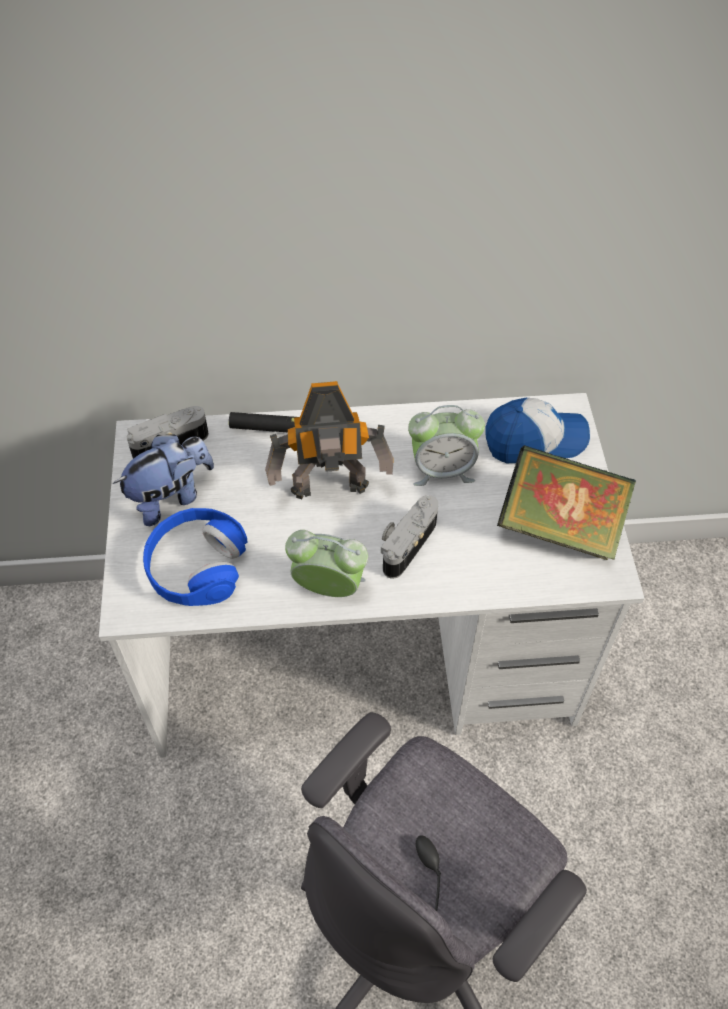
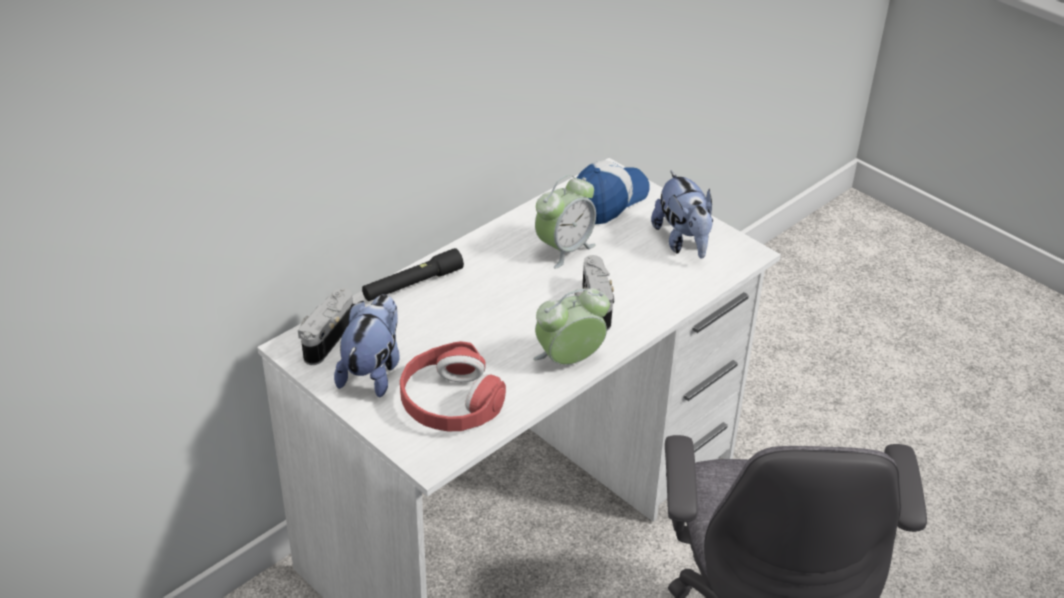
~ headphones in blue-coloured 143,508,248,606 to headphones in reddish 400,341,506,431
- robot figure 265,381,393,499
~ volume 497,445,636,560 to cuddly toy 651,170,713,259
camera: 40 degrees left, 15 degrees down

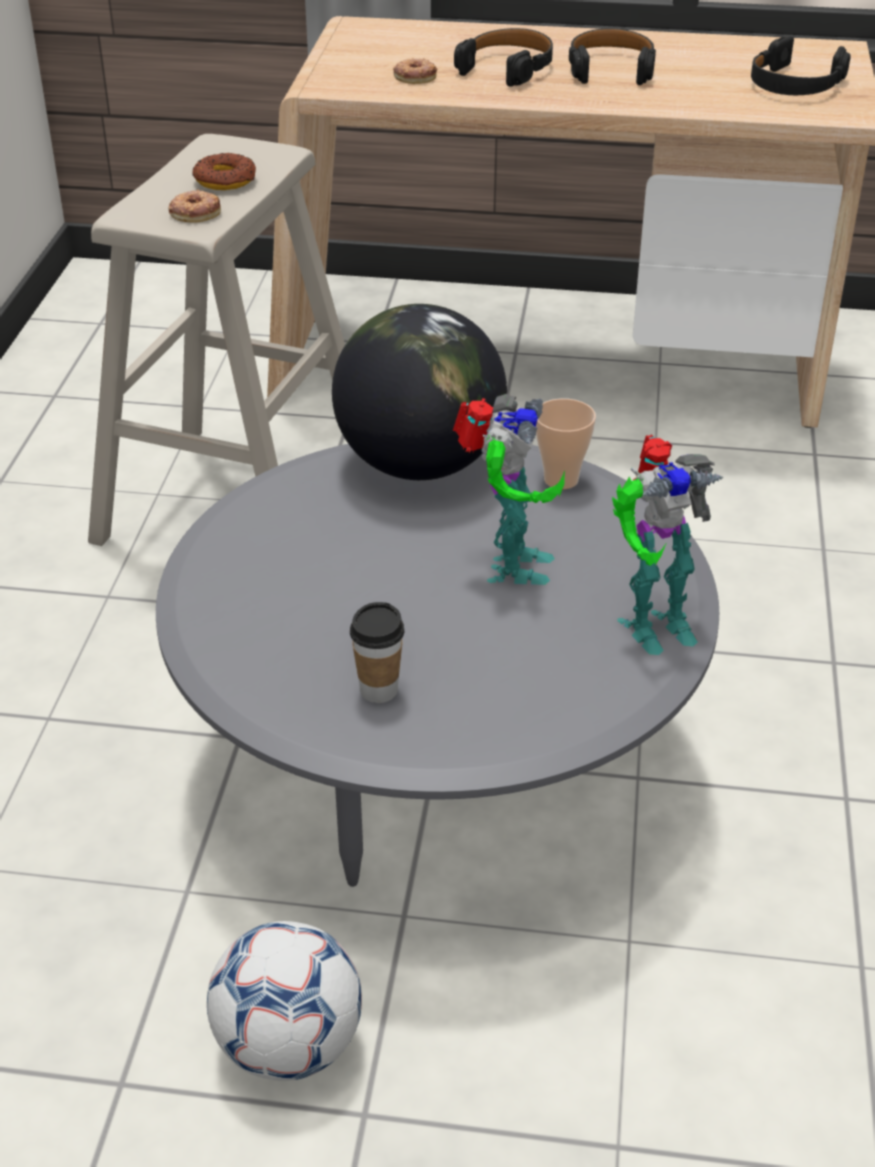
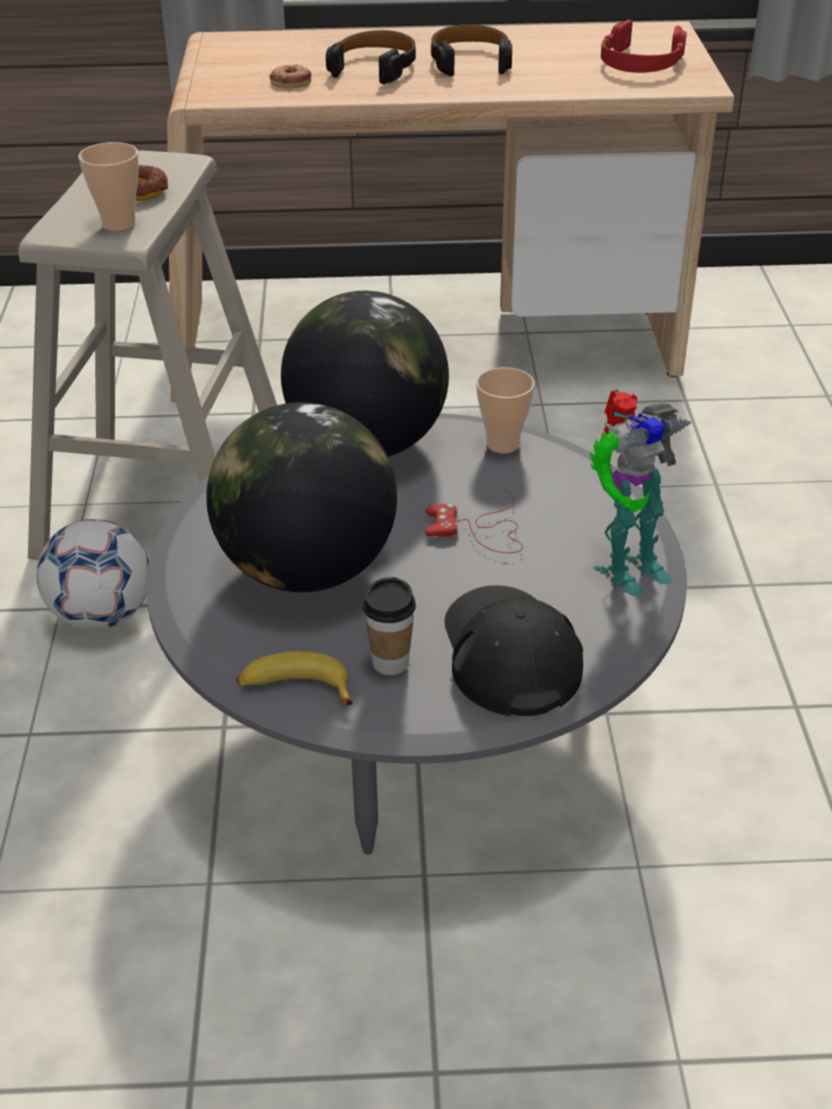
~ donut 169,189,221,223 to cup 78,142,139,231
~ football ball 207,921,362,1081 to 37,519,149,630
~ robot figure 453,394,565,585 to gamepad in reddish 425,489,523,553
~ headphones in black 751,36,851,95 to headphones in reddish 601,20,687,73
+ world globe 206,402,397,592
+ whole banana 236,651,353,705
+ peaked cap in black 445,585,583,716
camera: 10 degrees left, 0 degrees up

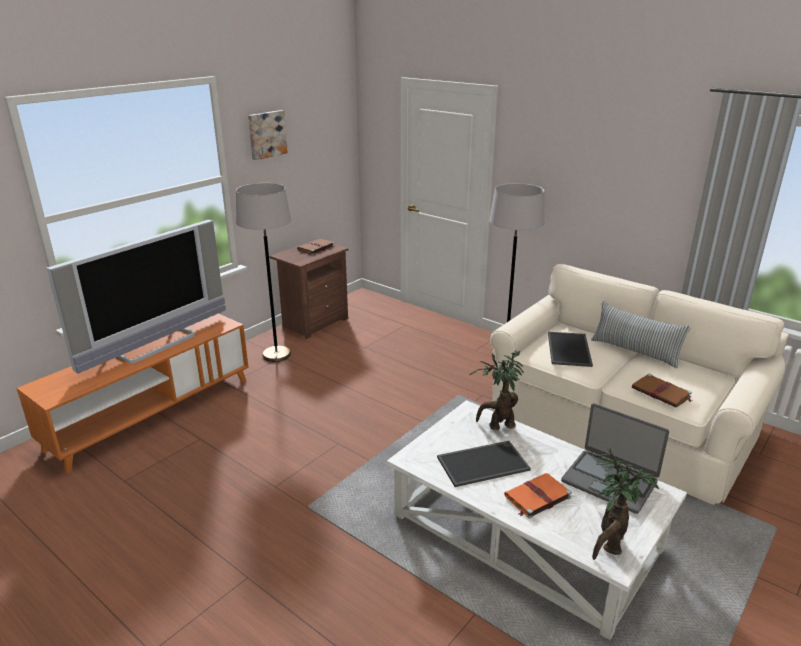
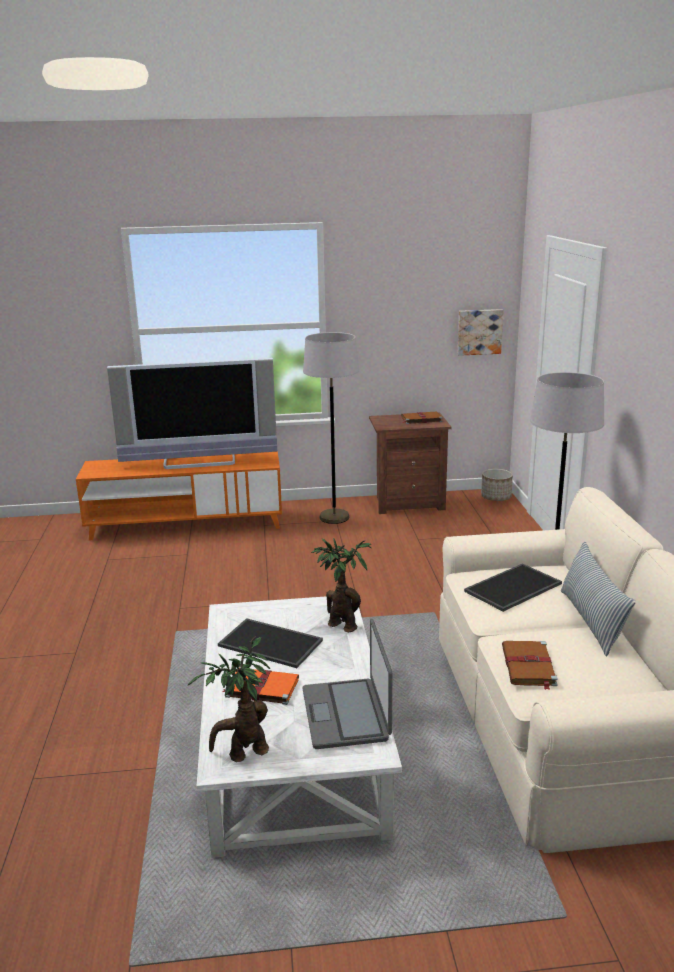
~ wall art 248,110,288,160 to 458,309,504,356
+ flower pot 481,469,513,501
camera: 45 degrees right, 5 degrees down

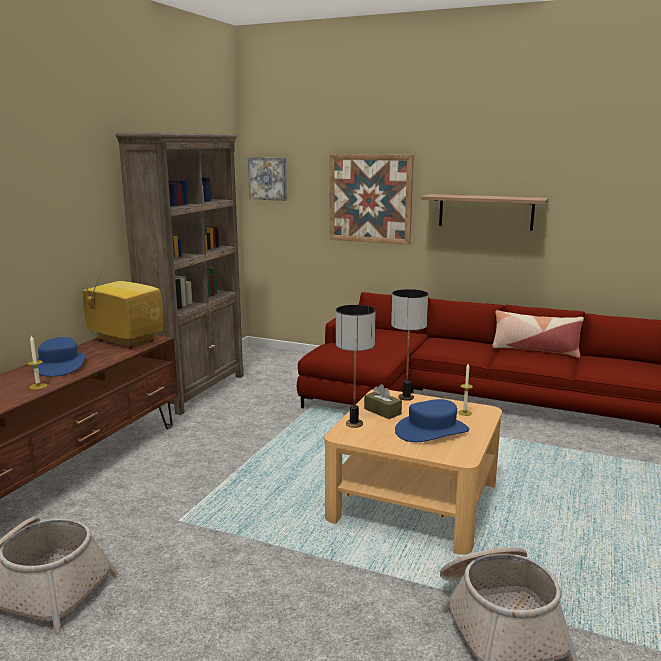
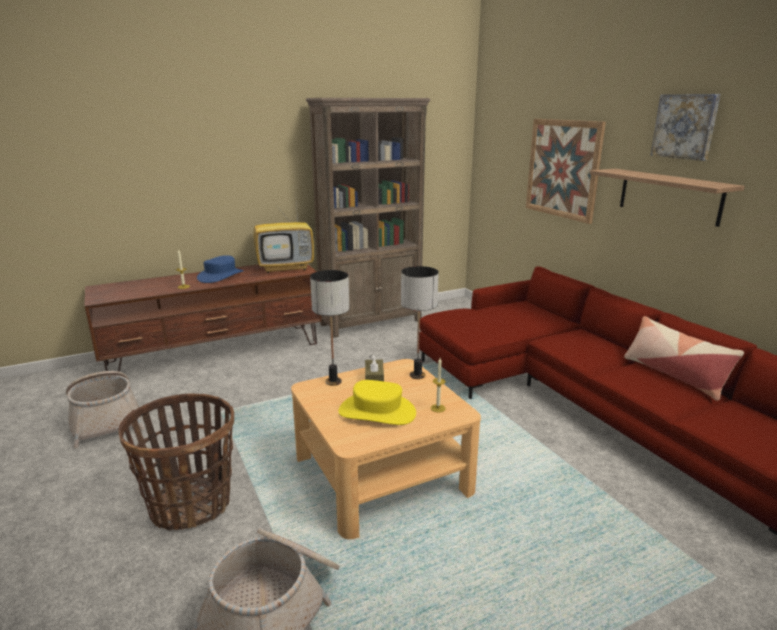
~ television 83,252,164,349 = 254,201,314,273 90 degrees clockwise
~ wall art 248,157,287,201 to 650,94,721,161
~ wearable hat in blue-coloured 395,399,469,442 to wearable hat in yellowish 338,380,416,425
+ basket 119,393,234,531
camera: 40 degrees right, 5 degrees up

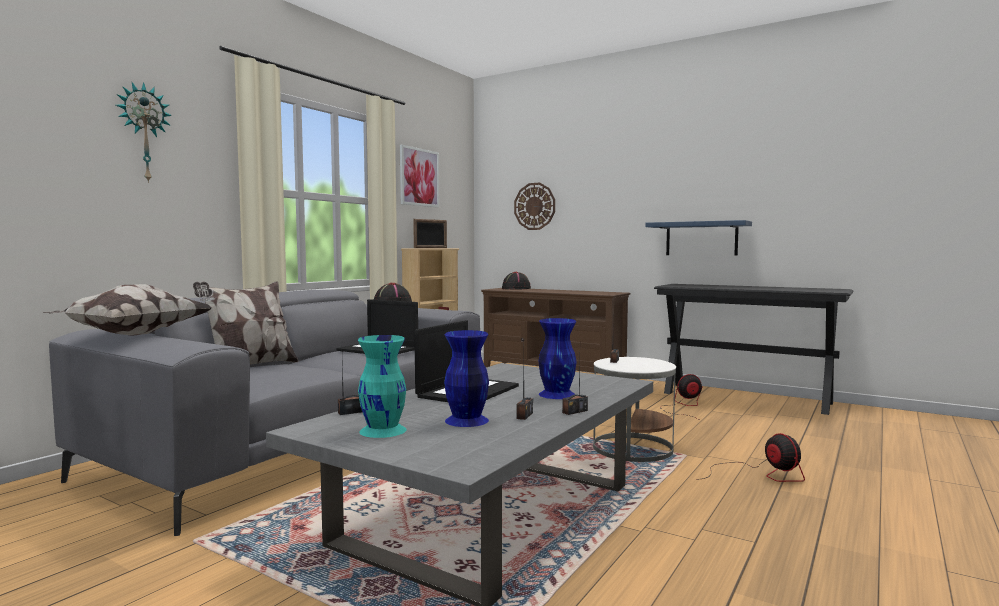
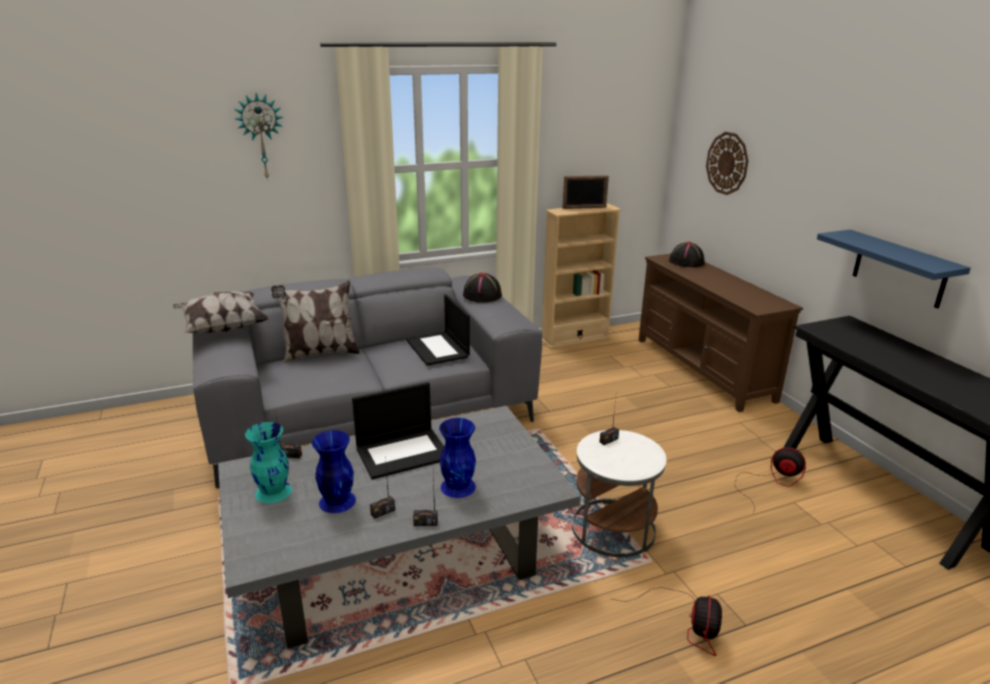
- wall art 400,145,439,208
camera: 35 degrees right, 20 degrees up

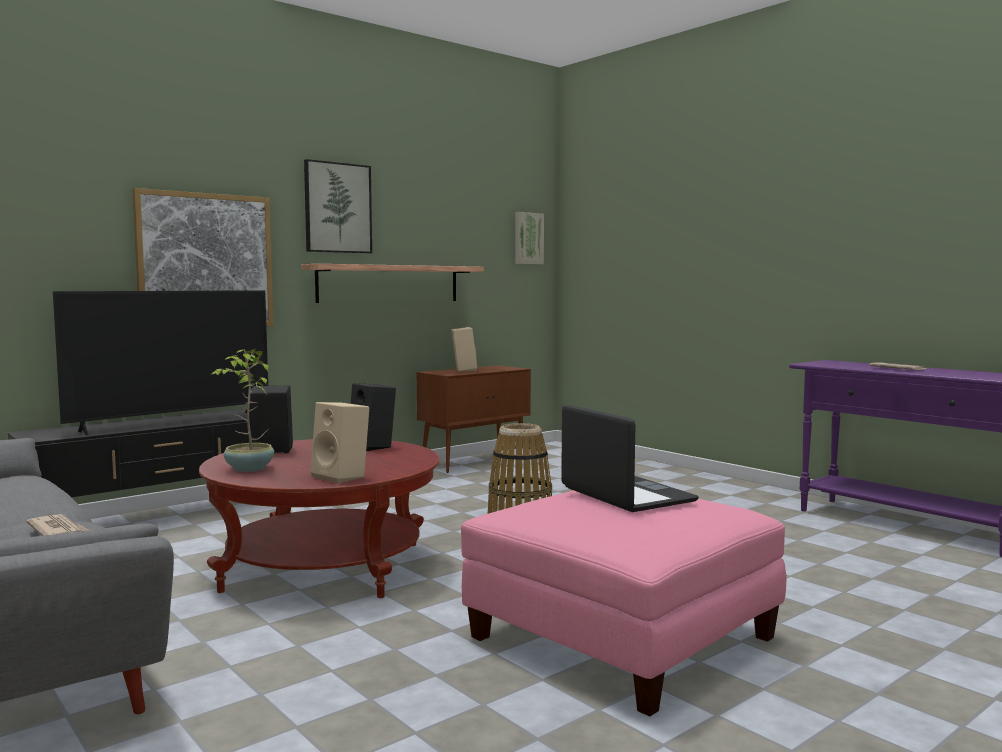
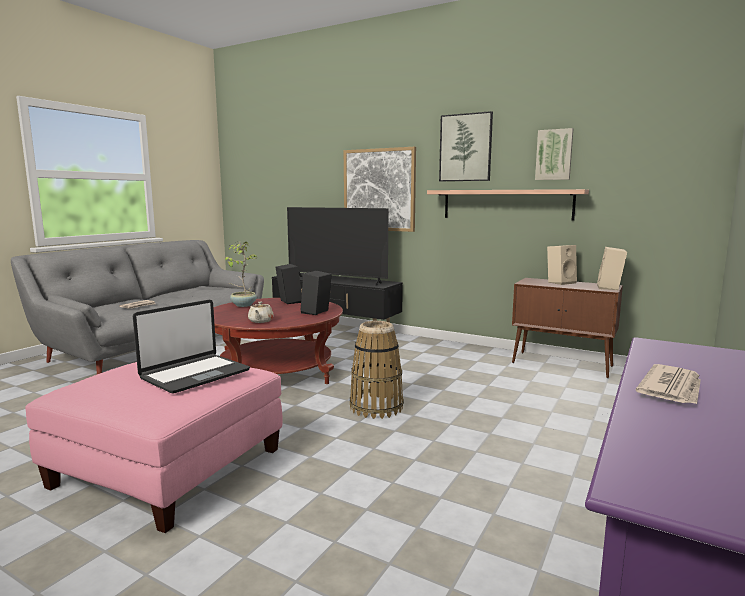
~ loudspeaker in beige 311,402,369,483 to 597,247,627,290
~ wall art 515,212,544,264 to 535,128,573,180
+ teapot in beige 248,302,274,323
camera: 70 degrees right, 5 degrees up

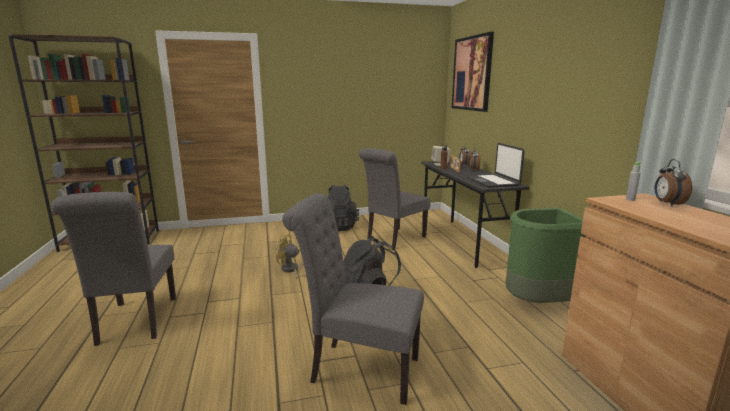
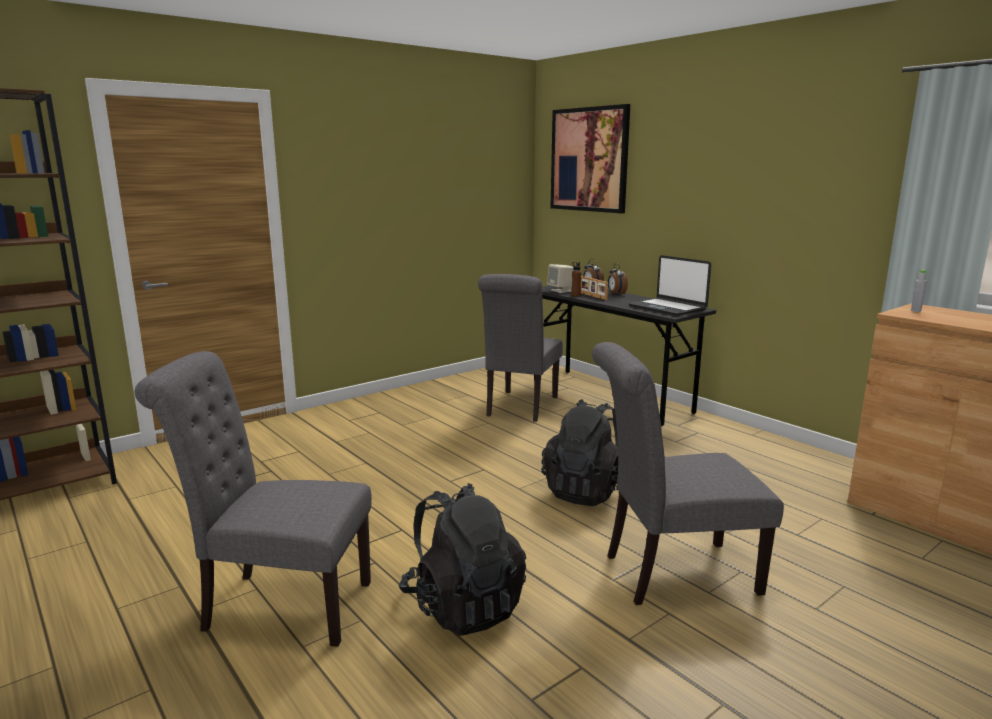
~ upright chair in greyish 51,192,176,346 = 134,351,372,647 135 degrees clockwise
- fan in yellowish 276,234,304,278
~ rucksack in black 328,185,359,231 to 399,483,526,636
- waste bin in green-coloured 505,208,585,303
- table clock 655,159,692,206
camera: 25 degrees left, 0 degrees up

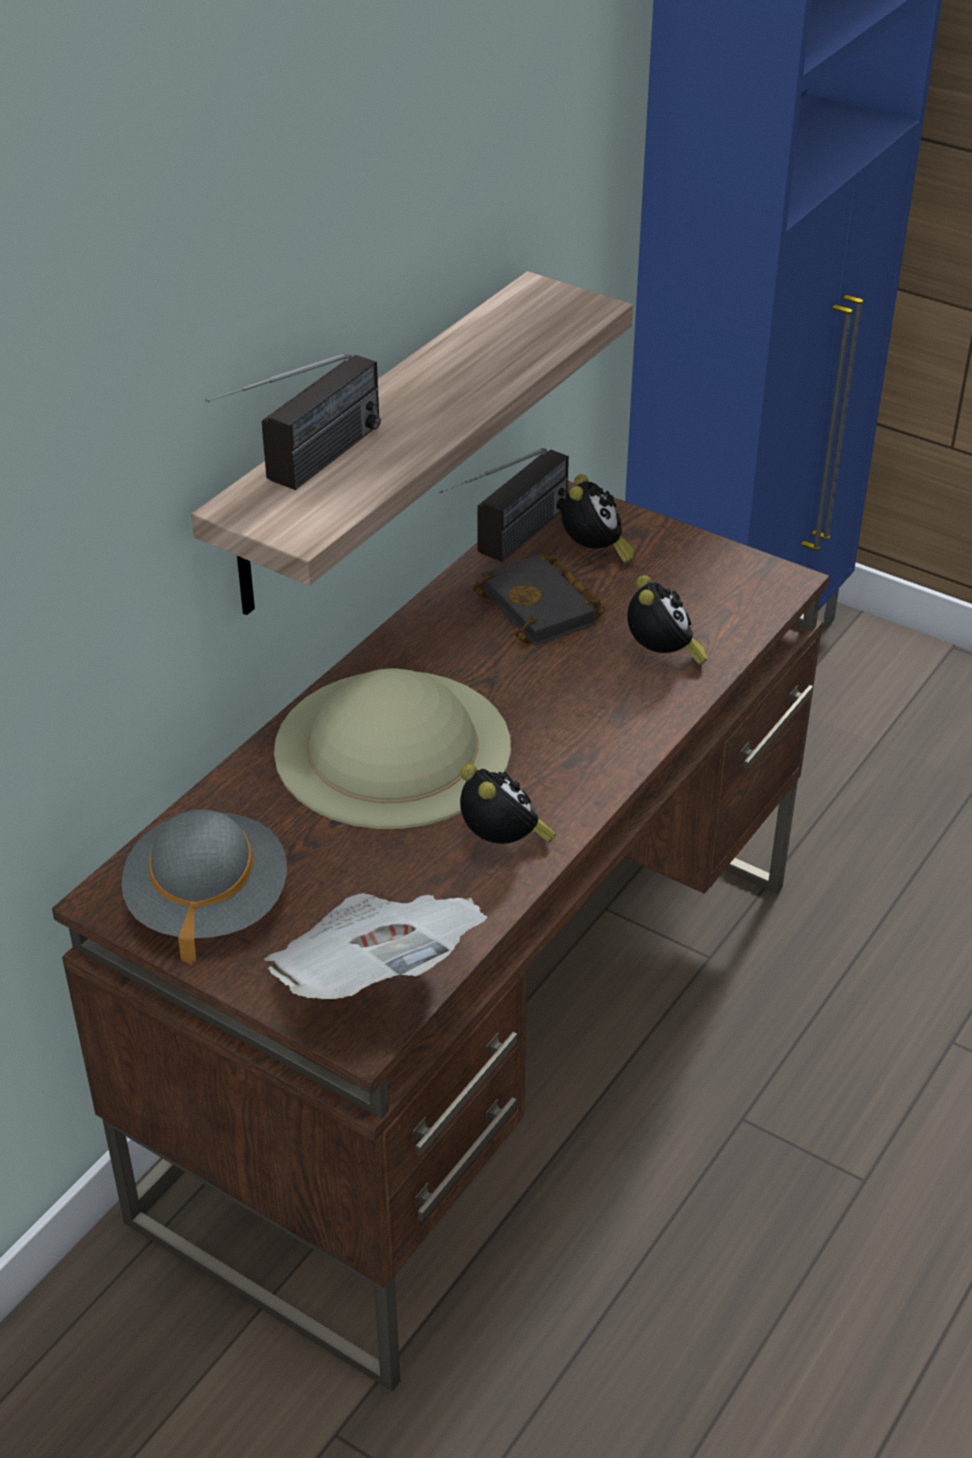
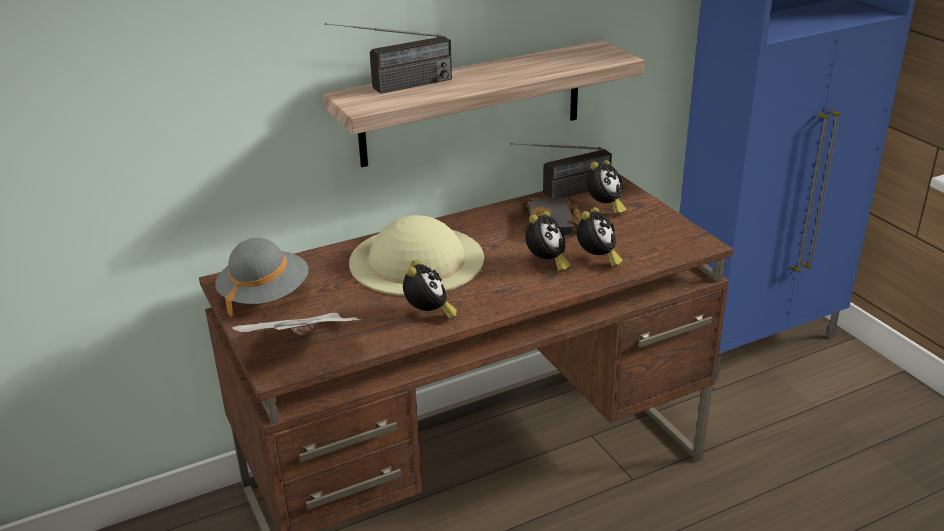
+ table clock 526,211,571,272
camera: 30 degrees right, 10 degrees down

